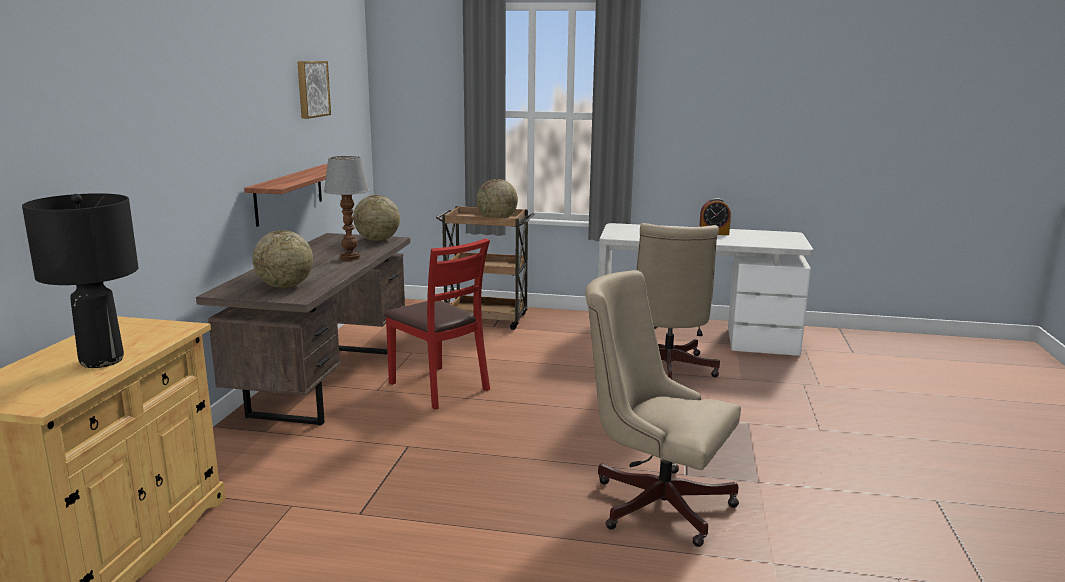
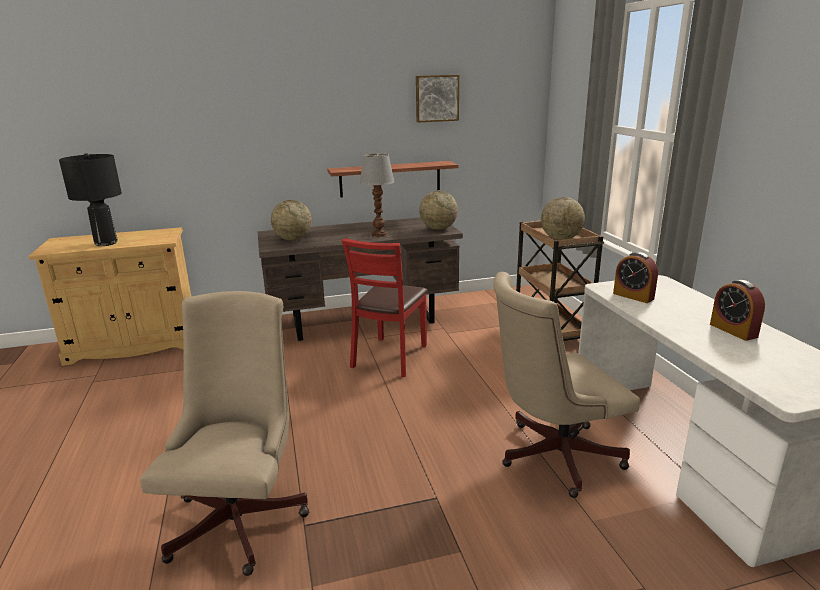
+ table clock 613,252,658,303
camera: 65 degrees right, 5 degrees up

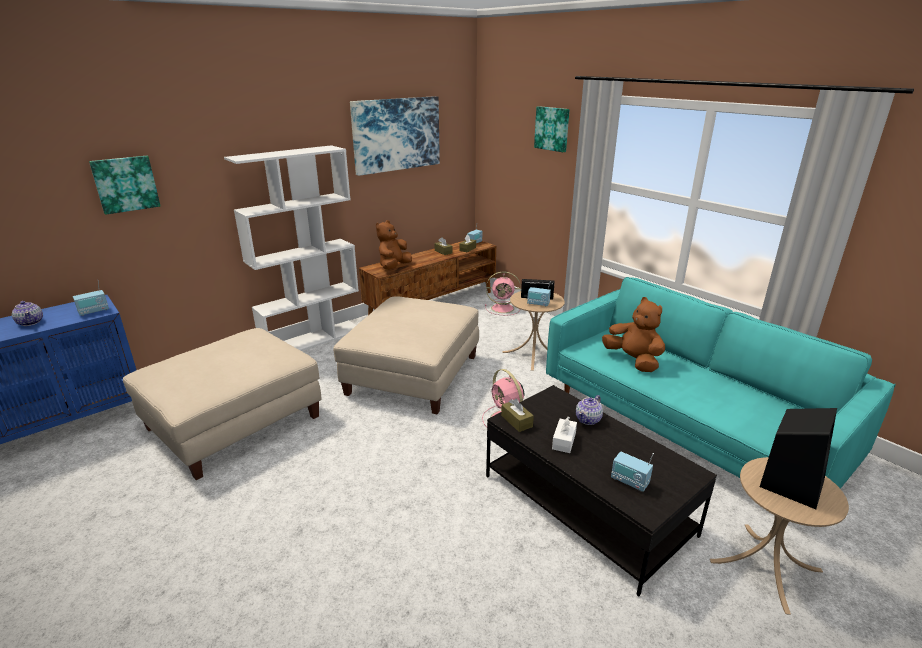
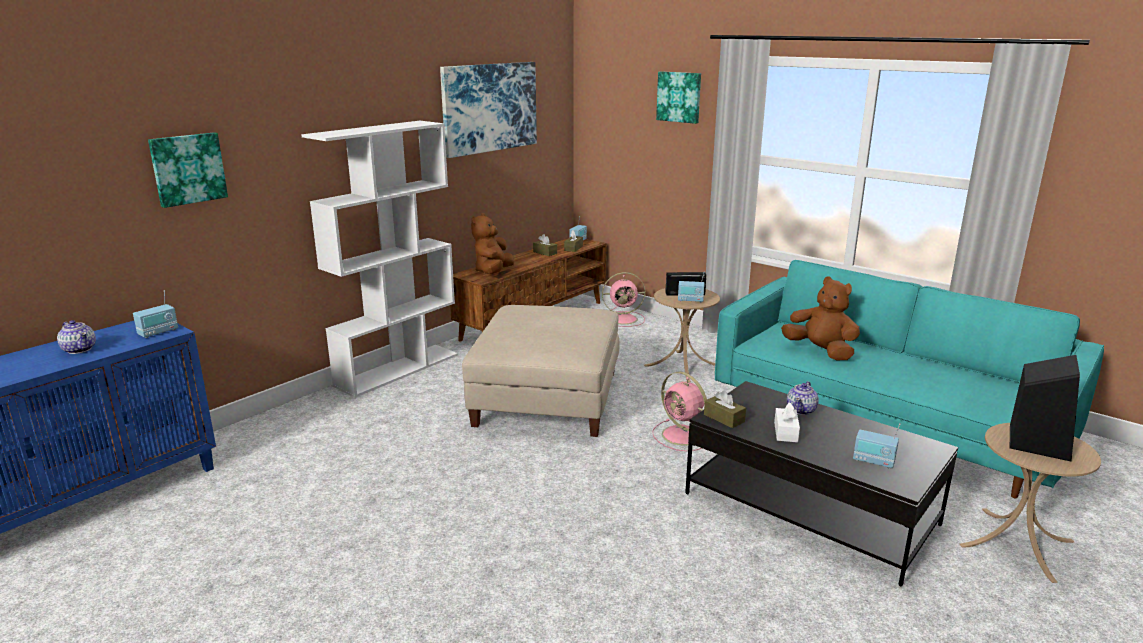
- ottoman in beige 123,328,321,480
camera: 10 degrees left, 5 degrees down

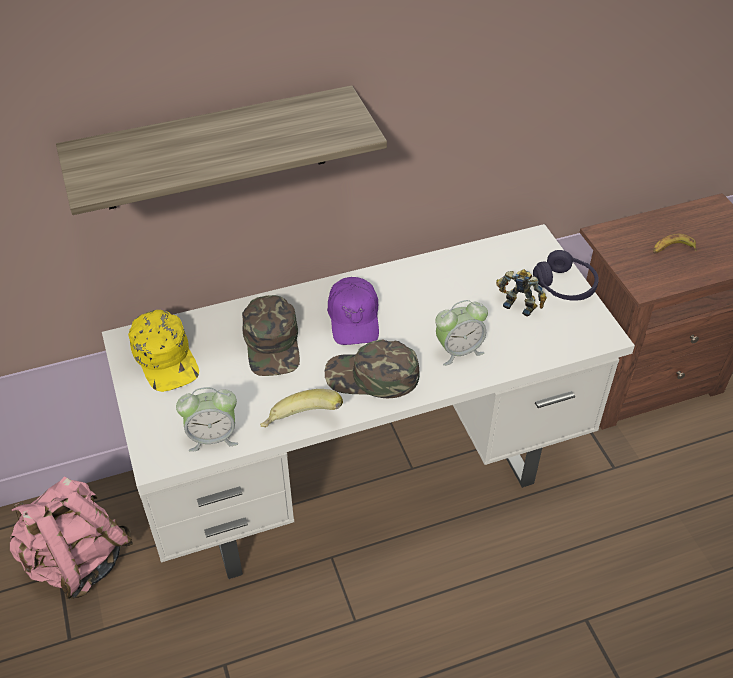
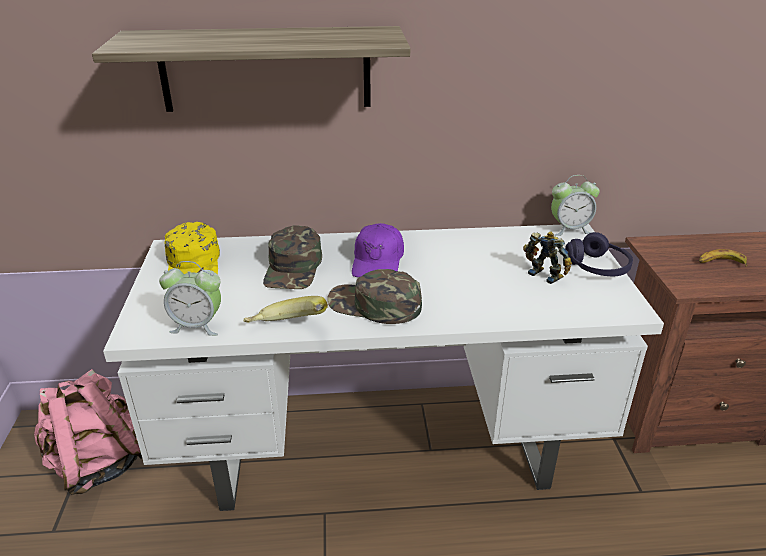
~ table clock 435,300,488,366 to 551,175,600,236
camera: 15 degrees right, 15 degrees down

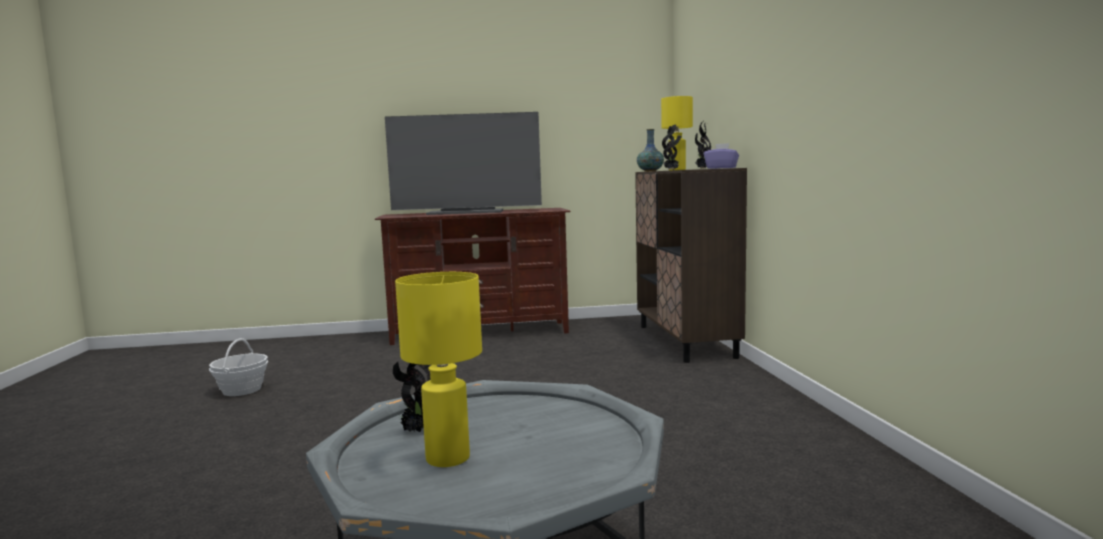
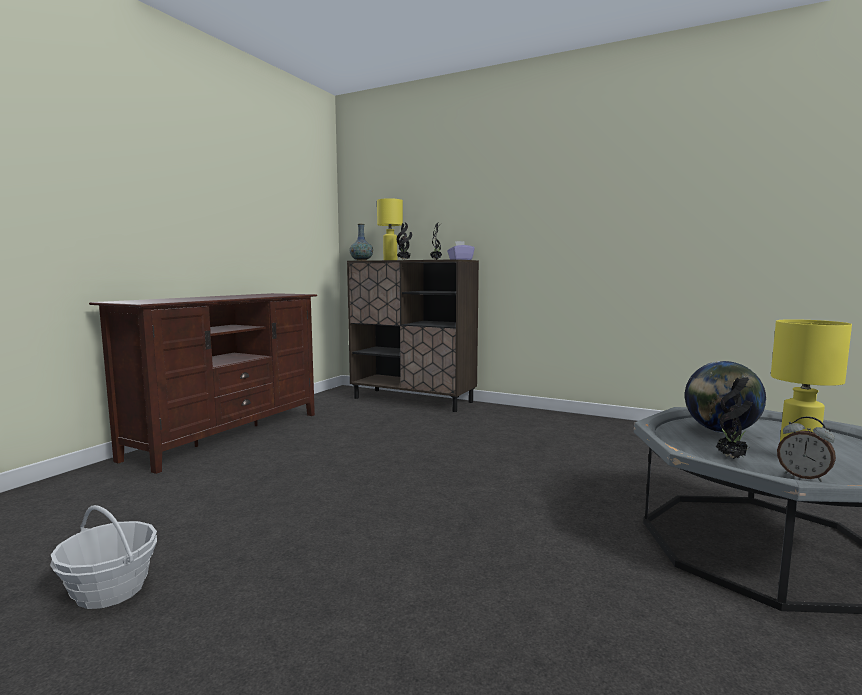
- television 385,112,542,215
+ world globe 685,361,766,433
+ table clock 777,416,836,482
camera: 55 degrees left, 0 degrees up

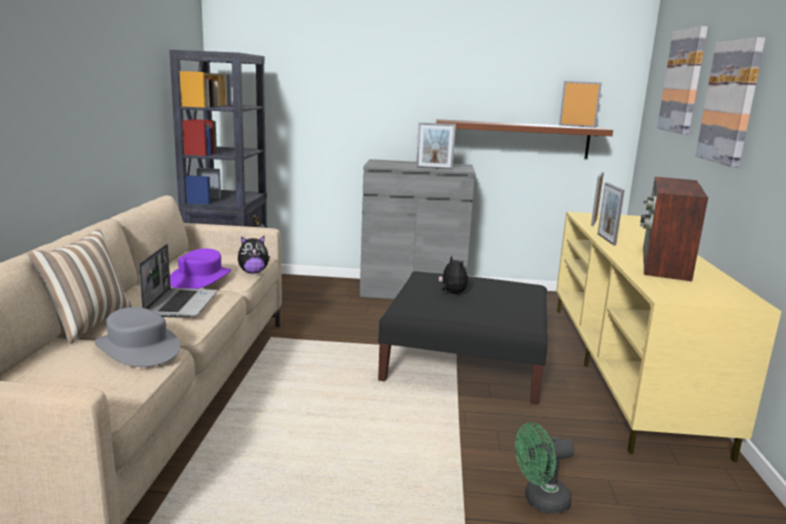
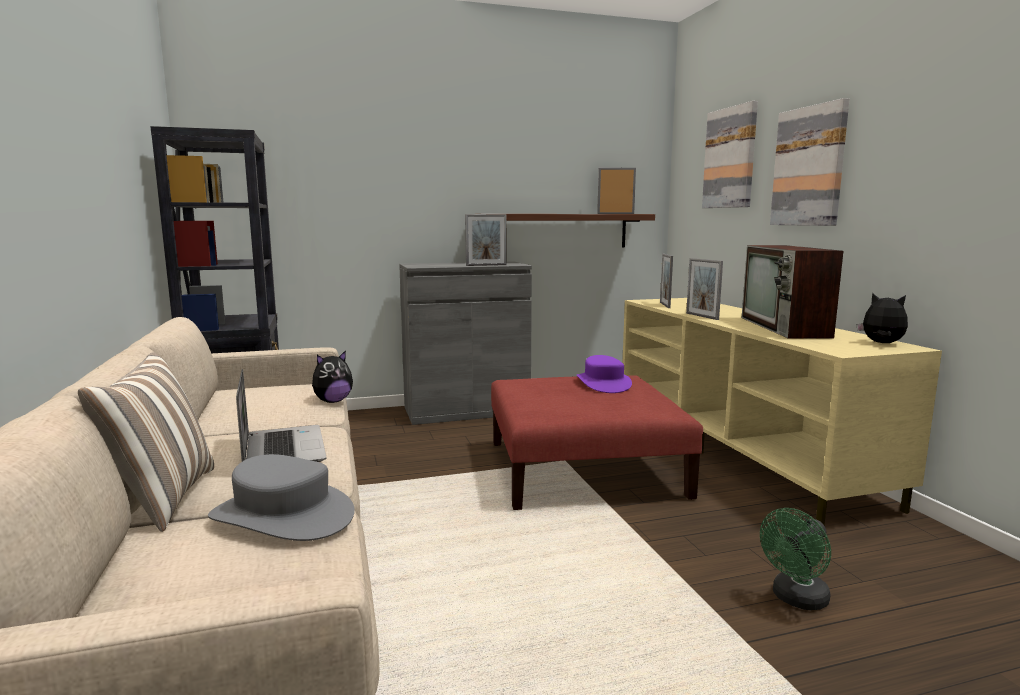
~ wearable hat in purple 170,248,231,289 to 577,355,632,393
~ ottoman in black 378,271,548,404 to ottoman in reddish 491,375,703,510
~ cuddly toy 439,255,468,294 to 857,293,908,343
camera: 20 degrees left, 5 degrees down

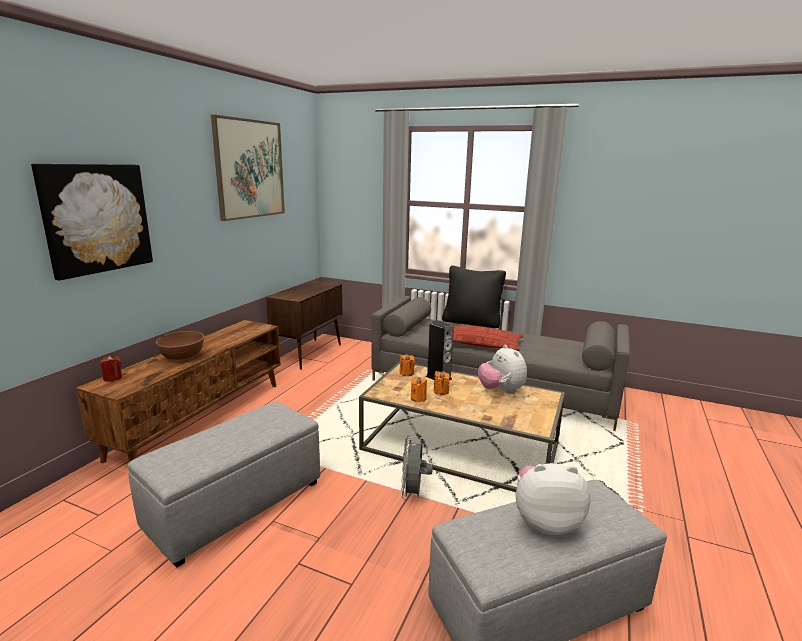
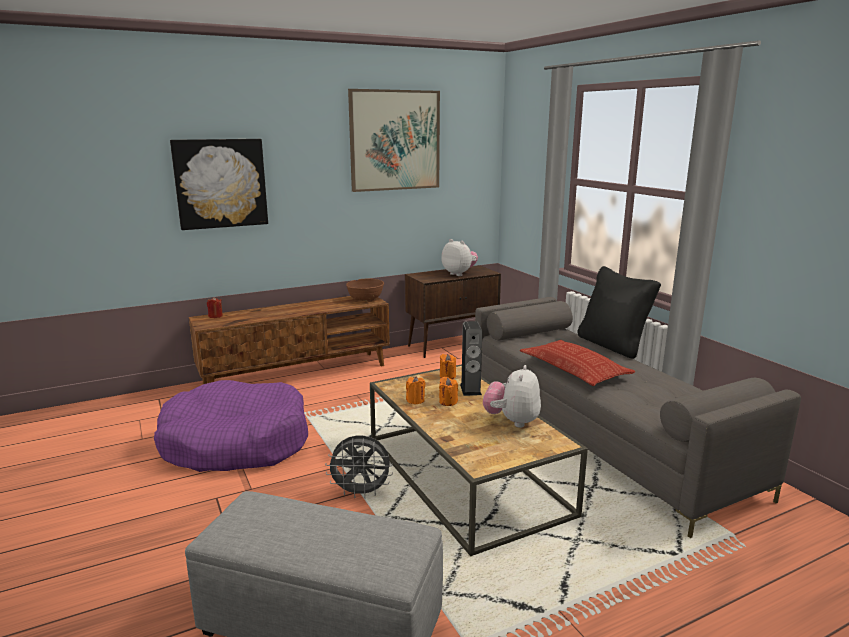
~ ottoman in greyish 128,402,320,568 to dog cushion in purple 154,380,308,472
~ serving bowl in brown 156,331,204,360 to 346,279,384,302
~ fan in greyish 401,436,433,500 = 325,436,393,498 135 degrees counterclockwise
~ cuddly toy 516,463,591,535 to 441,239,478,276
camera: 40 degrees right, 0 degrees up

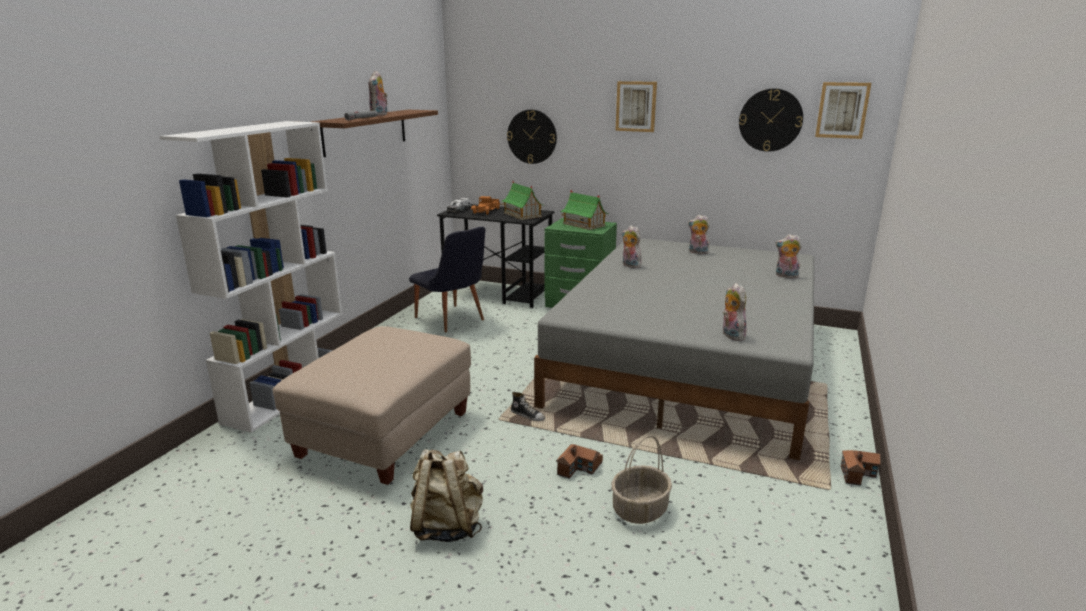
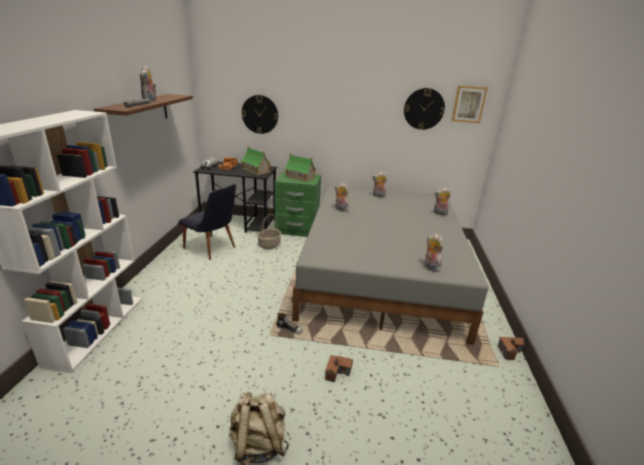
- ottoman in beige 273,326,471,485
~ basket 611,435,672,524 to 257,214,281,249
- wall art 616,81,657,132
camera: 15 degrees left, 5 degrees up

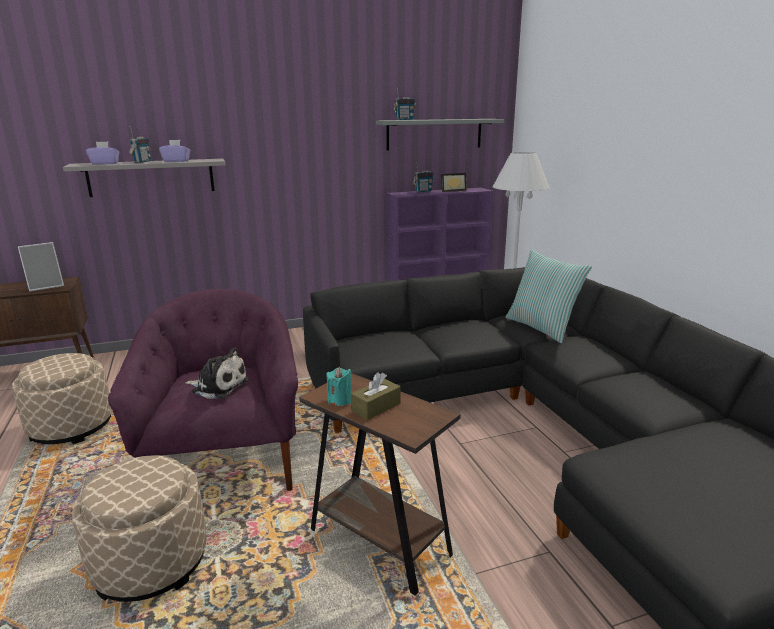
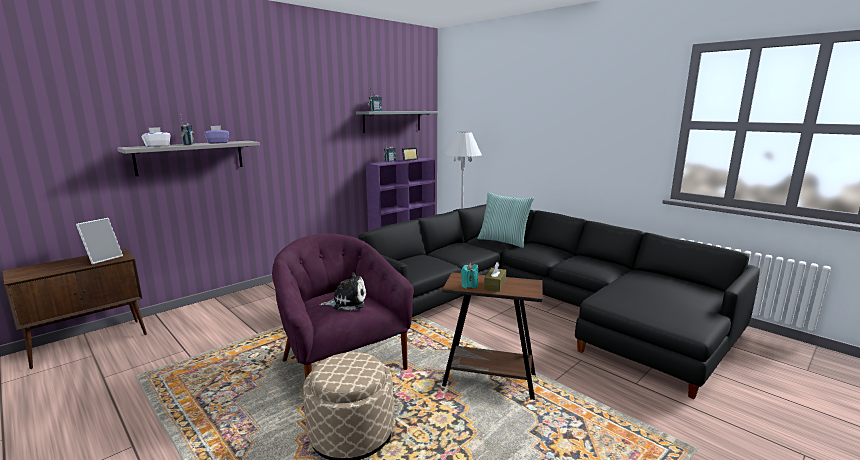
- ottoman in beige 12,353,112,444
~ tissue holder in purple 86,141,119,165 to tissue holder in whitish 141,127,170,147
camera: 25 degrees left, 5 degrees down

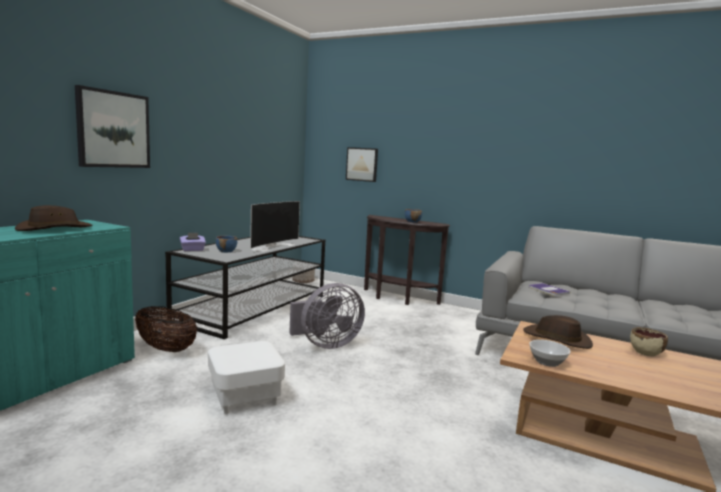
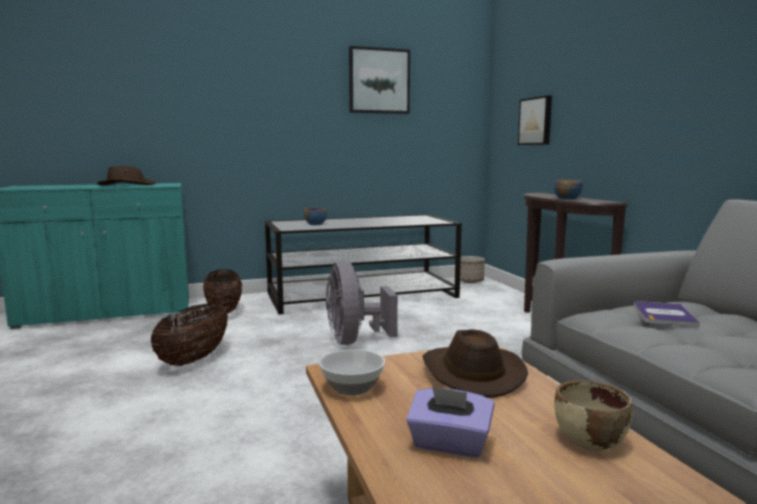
~ wall art 75,85,150,168 to 349,46,410,114
~ tissue holder in purple 180,233,206,251 to 406,386,494,458
~ ottoman in whitish 208,341,285,414 to basket 151,303,228,366
- television 250,201,300,252
~ fan in greyish 289,283,365,349 = 326,261,398,345 60 degrees clockwise
camera: 45 degrees right, 0 degrees up

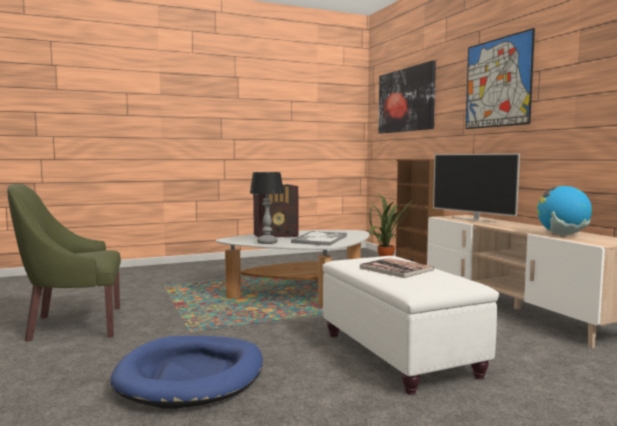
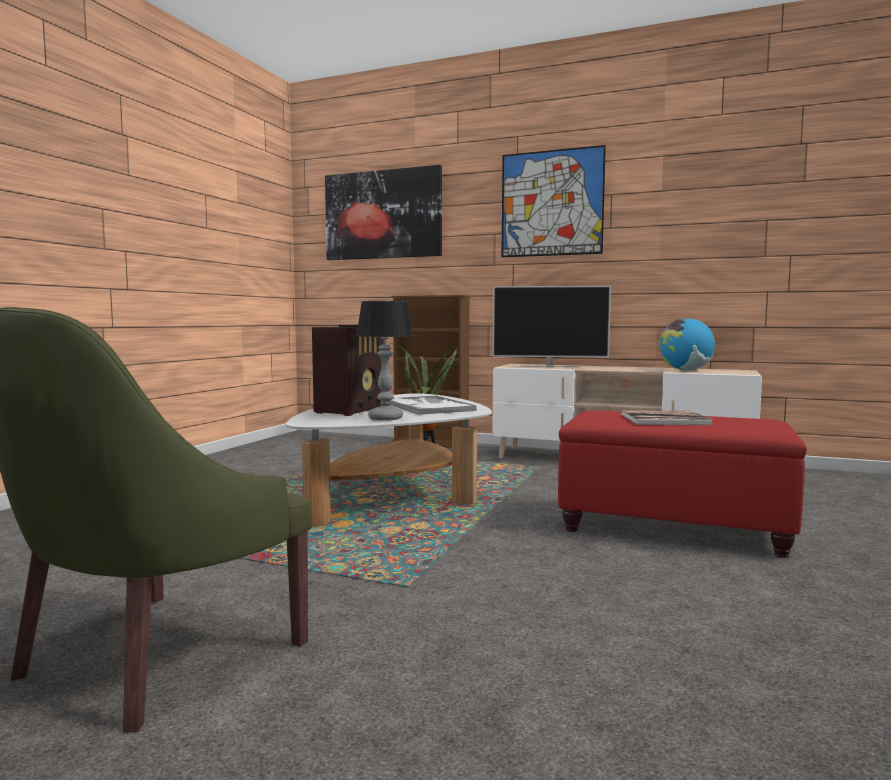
- dog cushion in blue-coloured 111,336,263,409
~ ottoman in whitish 322,256,499,395 to ottoman in reddish 558,410,807,558
camera: 45 degrees left, 0 degrees up

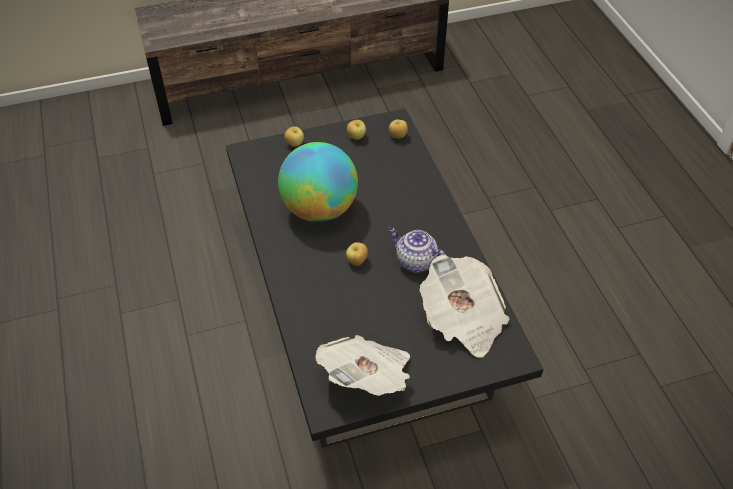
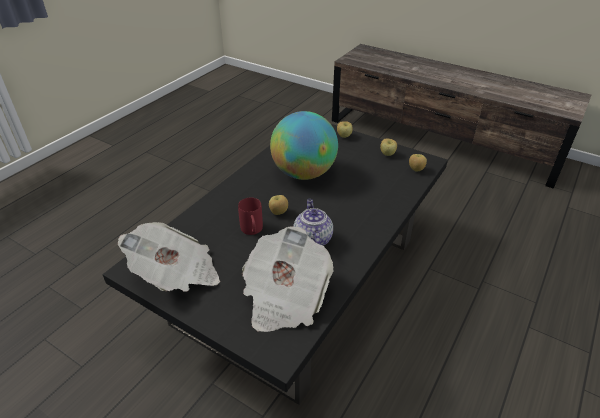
+ tea mug in reddish 238,198,263,235
camera: 50 degrees right, 10 degrees down

